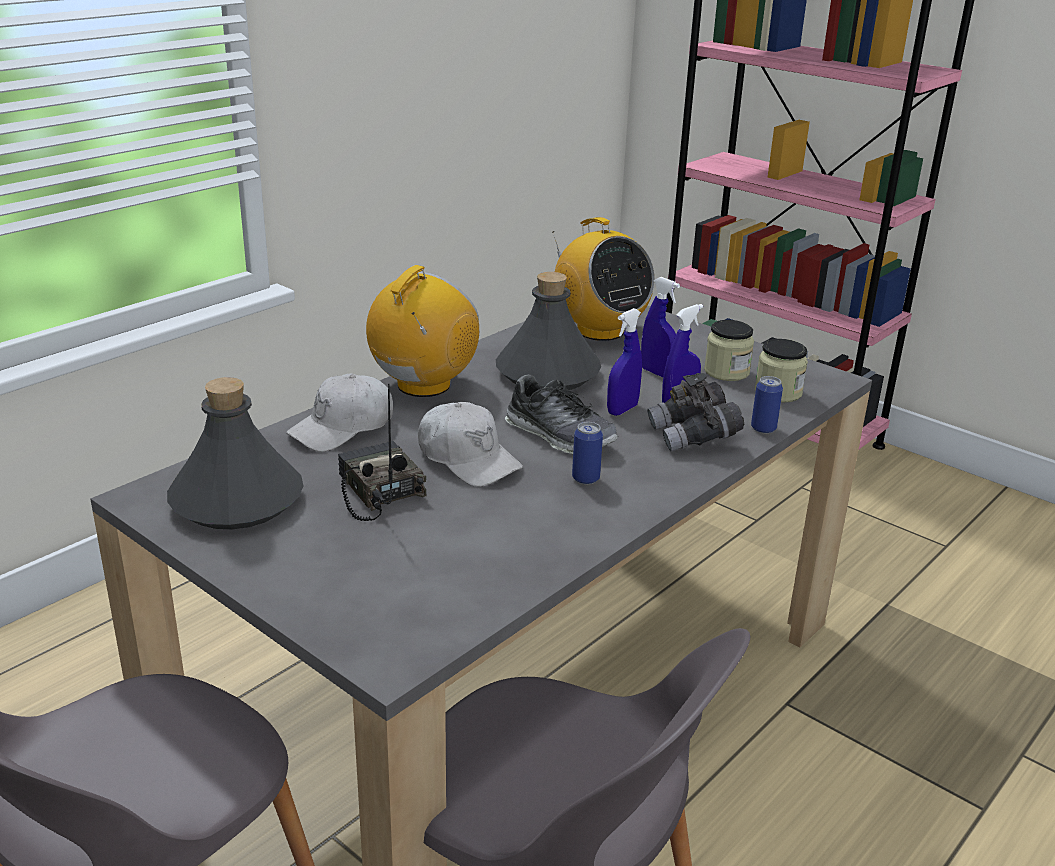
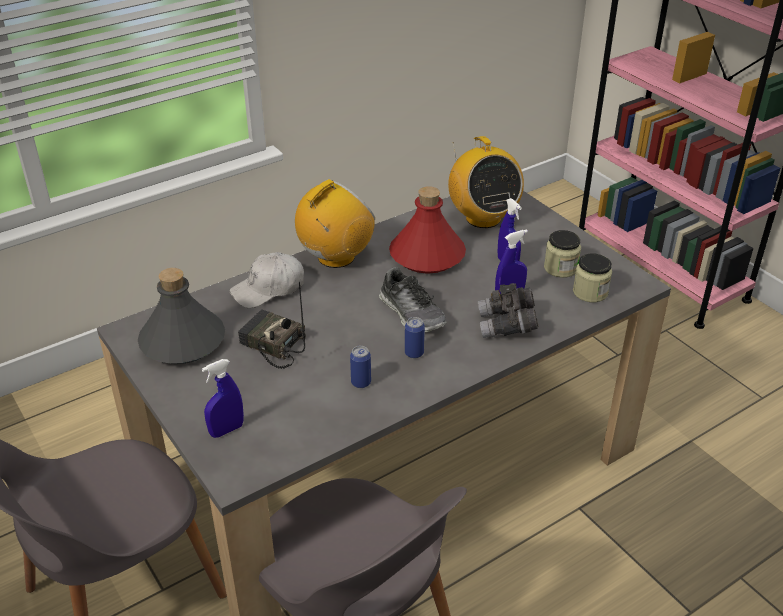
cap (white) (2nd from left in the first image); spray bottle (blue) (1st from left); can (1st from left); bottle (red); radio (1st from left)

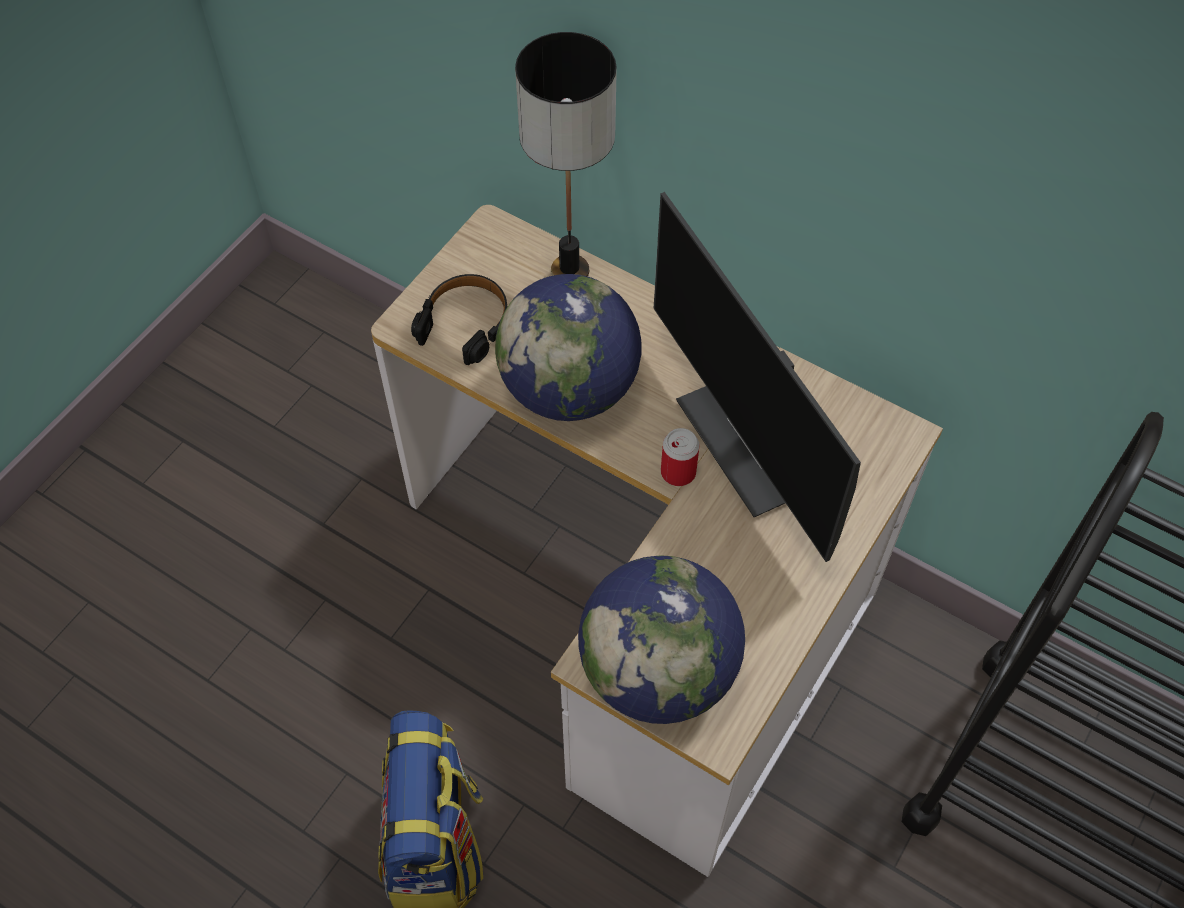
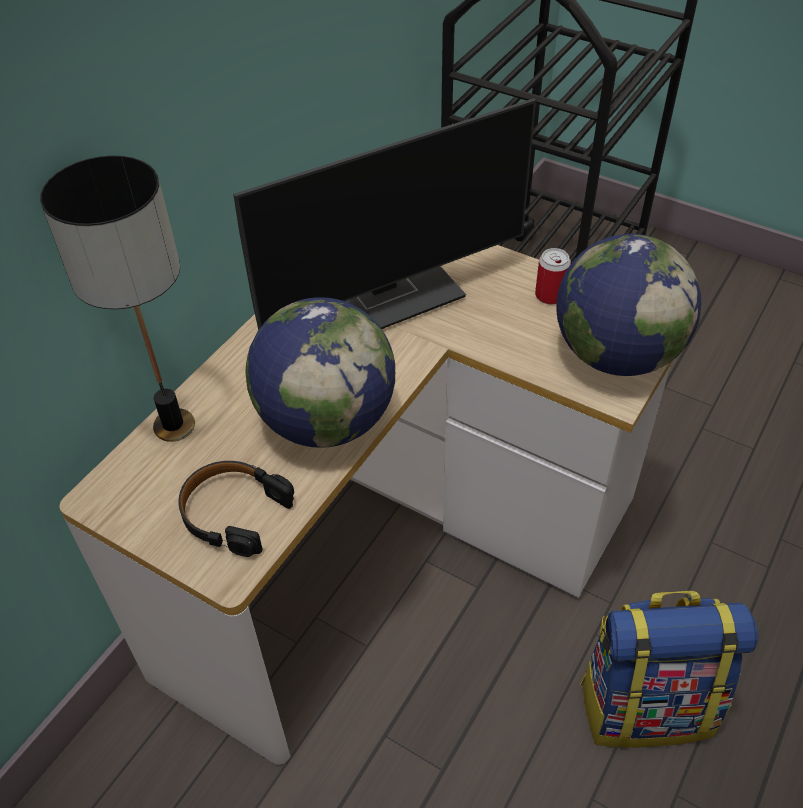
can

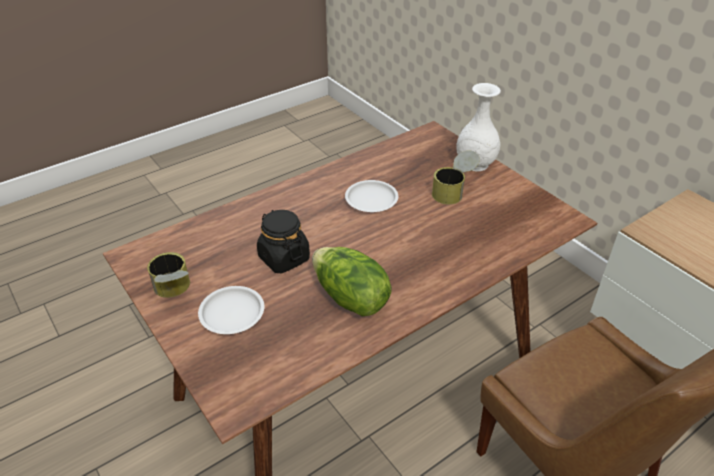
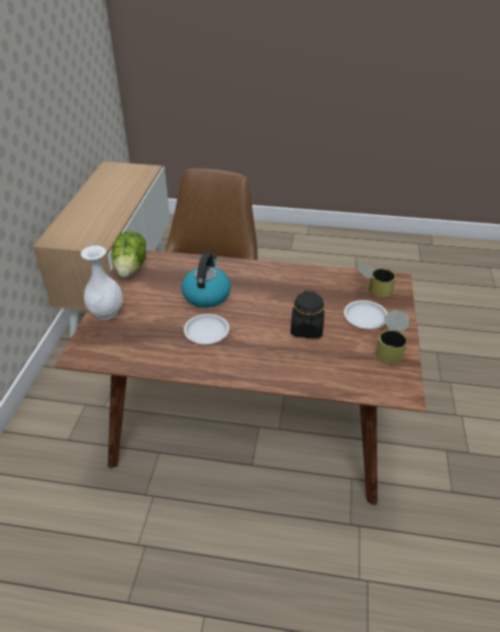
kettle; lettuce; can (1st from left)

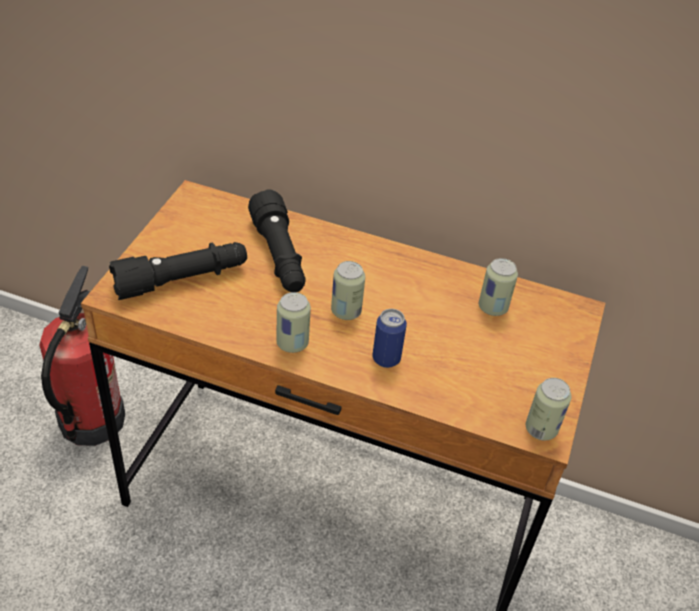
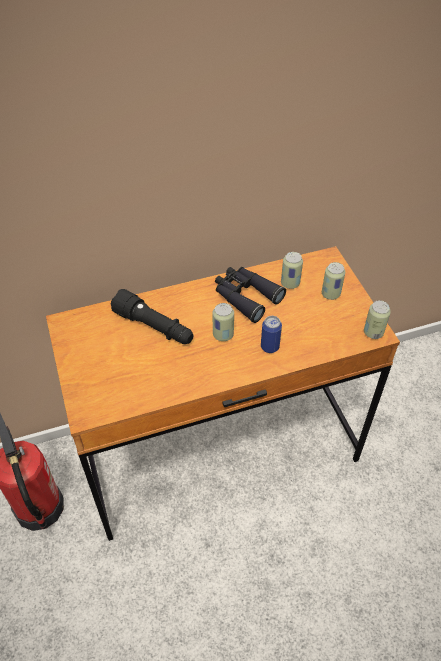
flashlight (black) (1st from left in the first image); binoculars (black); can (4th from left)

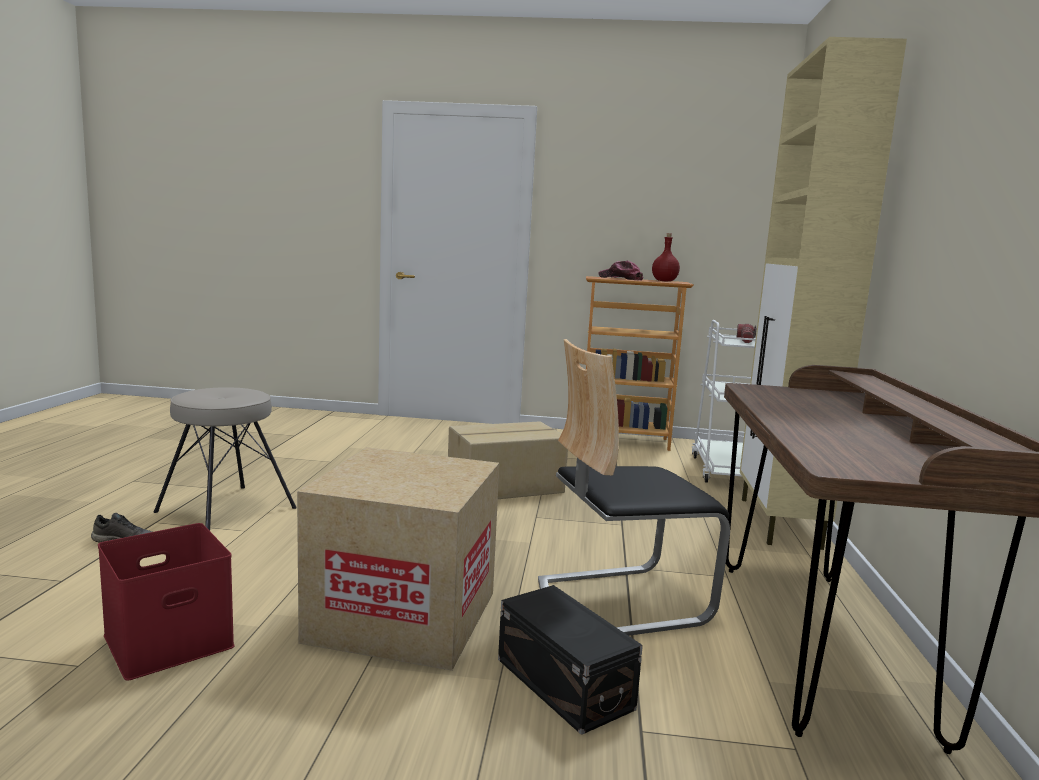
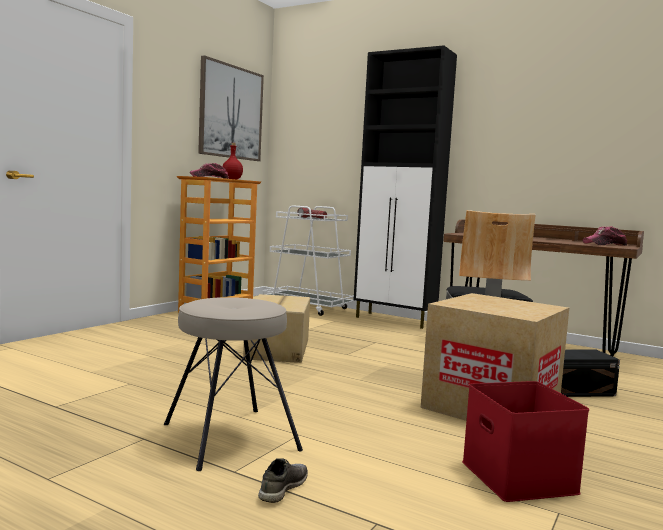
picture; cap (2nd from left); cabinet (black)

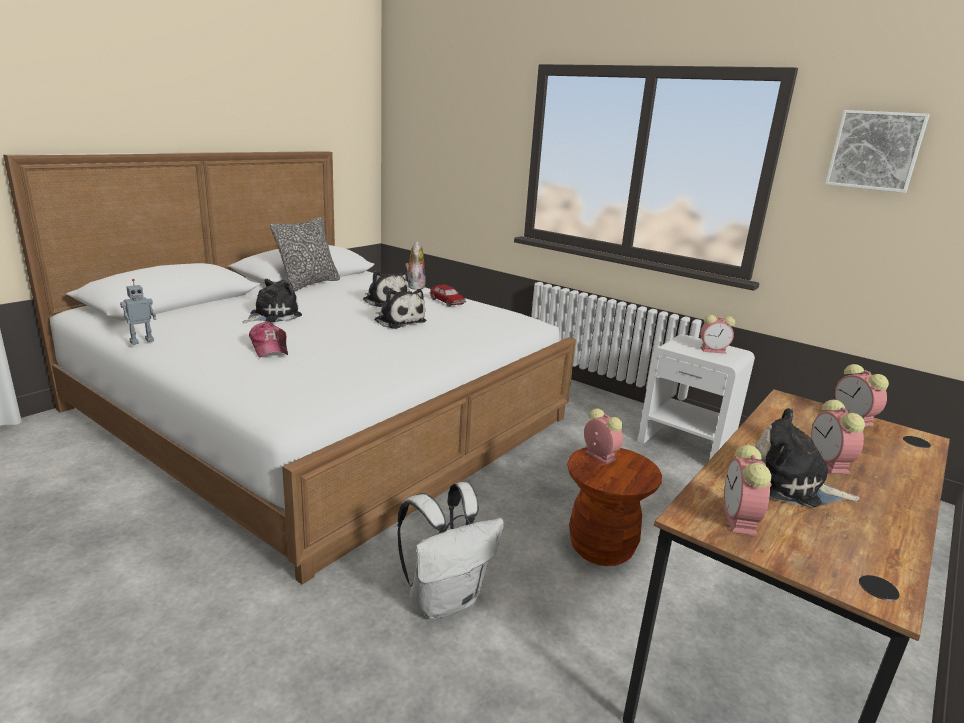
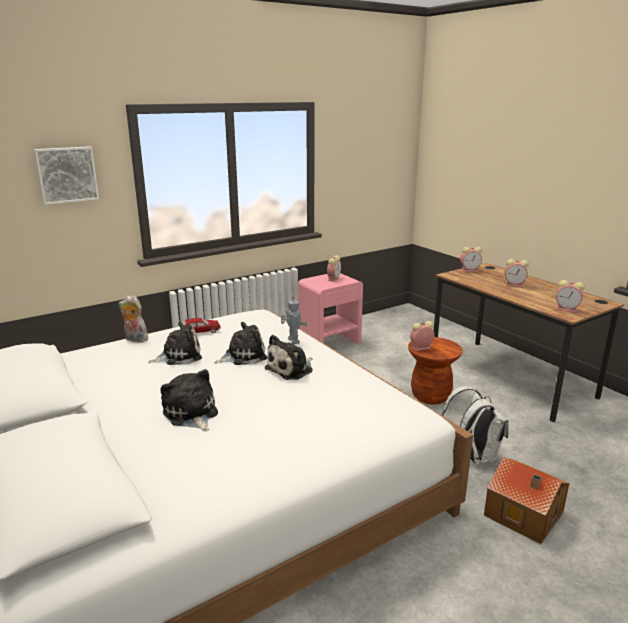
cap; pillow; toy house; toy robot; plush toy (5th from left); picture; nightstand (pink)

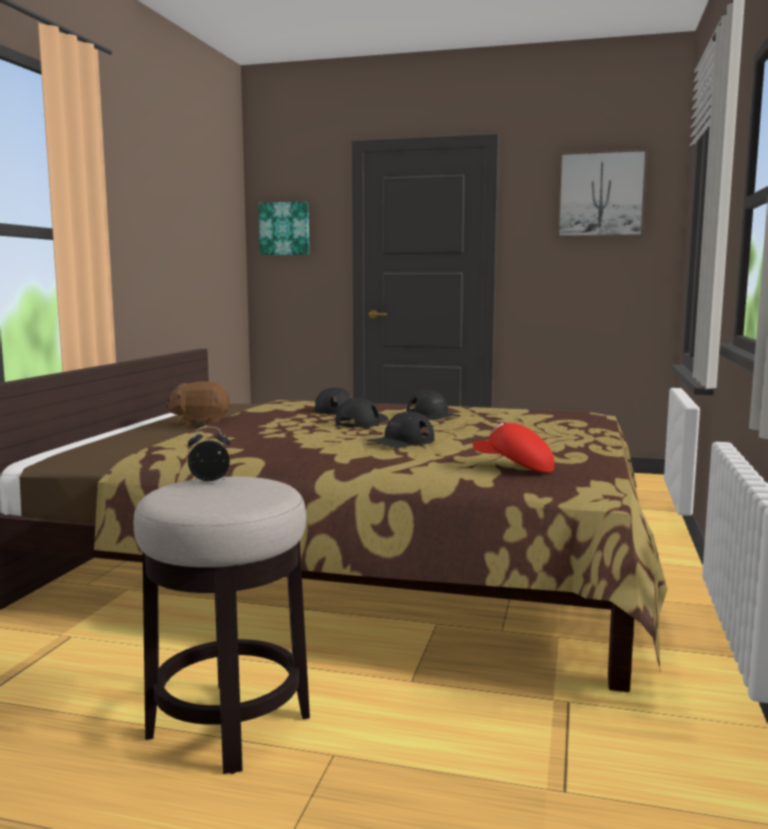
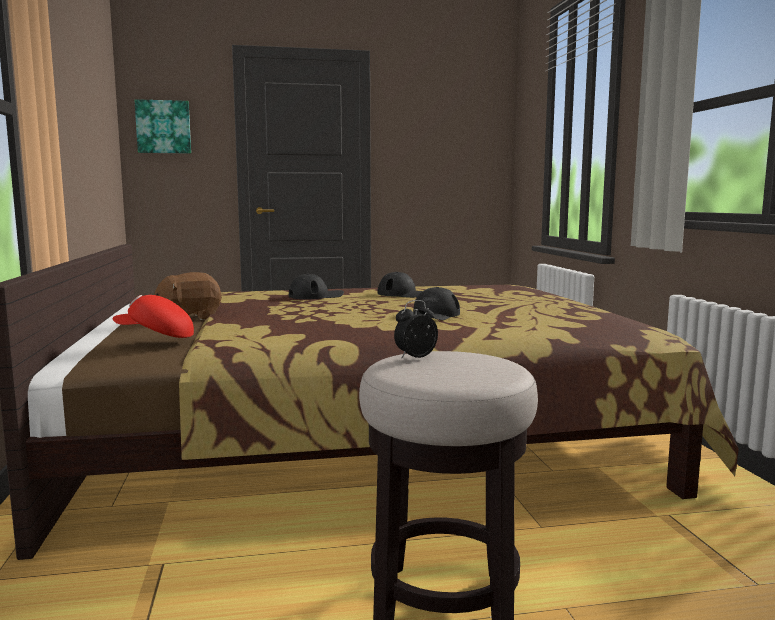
cap (black) (2nd from left in the first image); picture (2nd from left in the first image); cap (red)

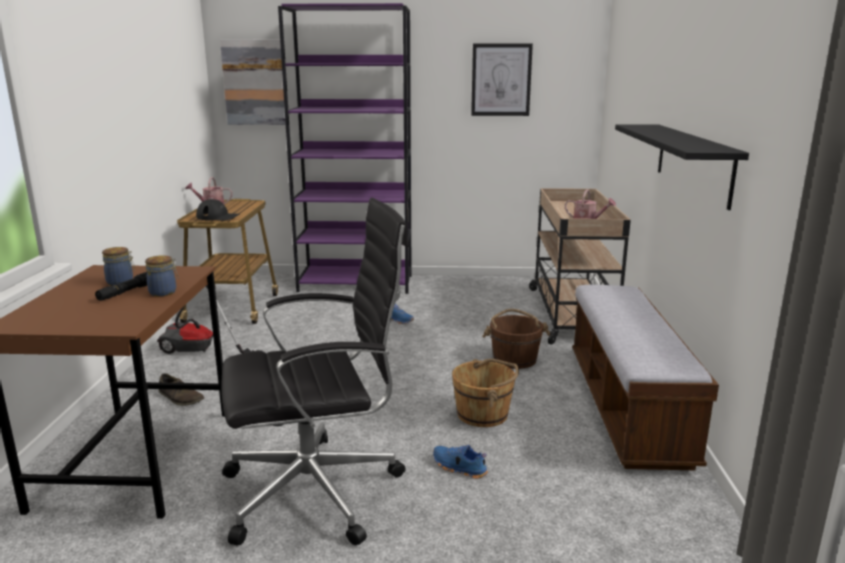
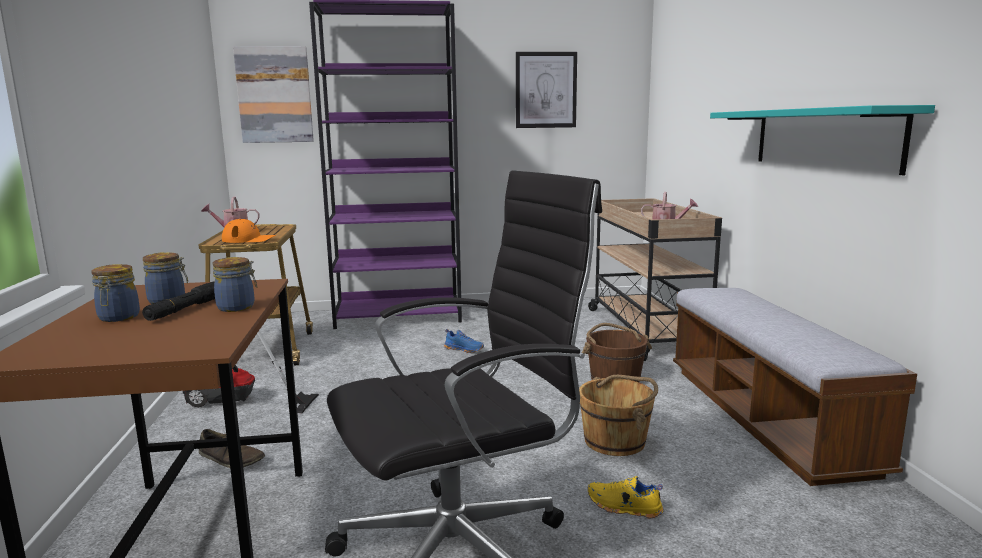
jar (1st from left); cap (orange); shoe (yellow); shelf (turquoise)

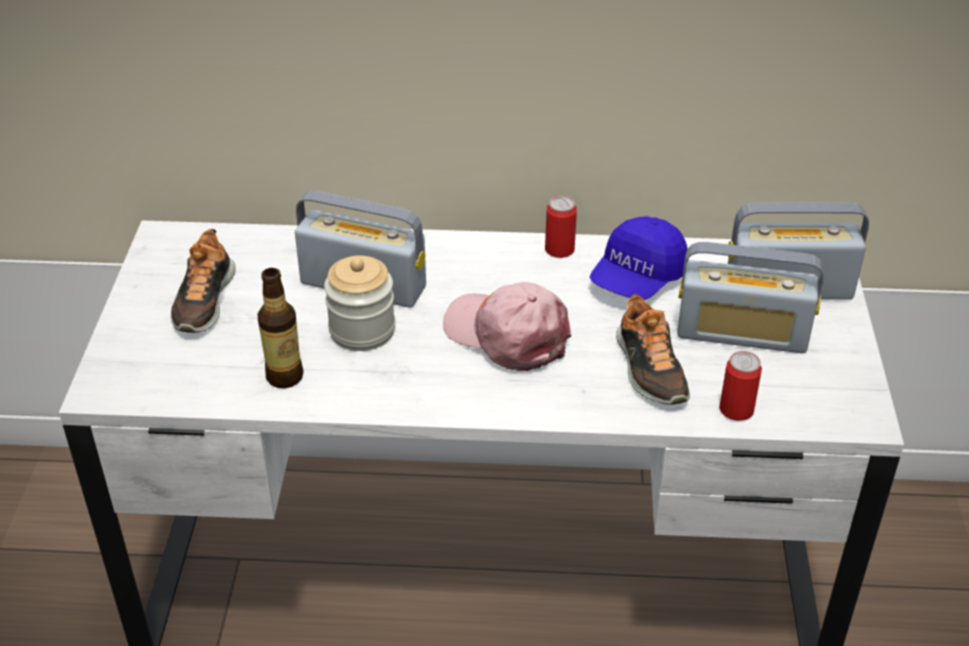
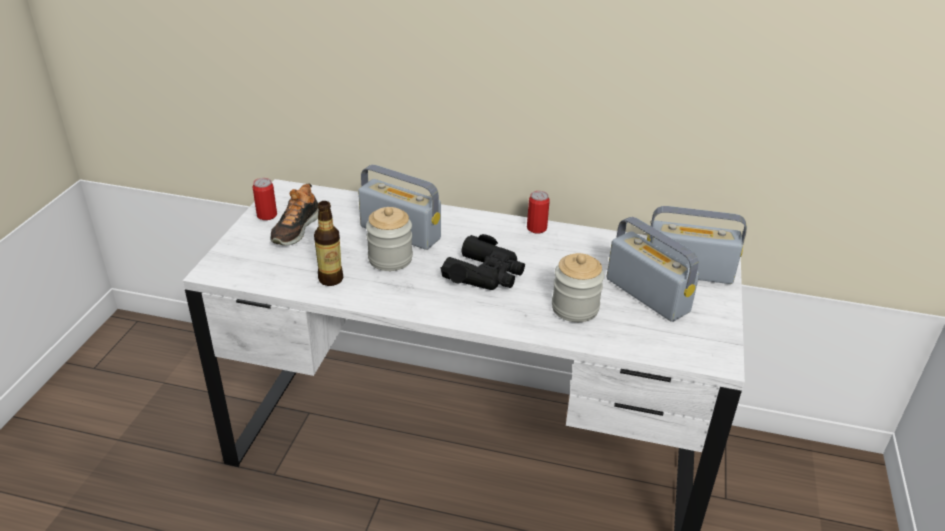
cap (blue); can (1st from left); binoculars (black); jar (2nd from left); radio (2nd from left)

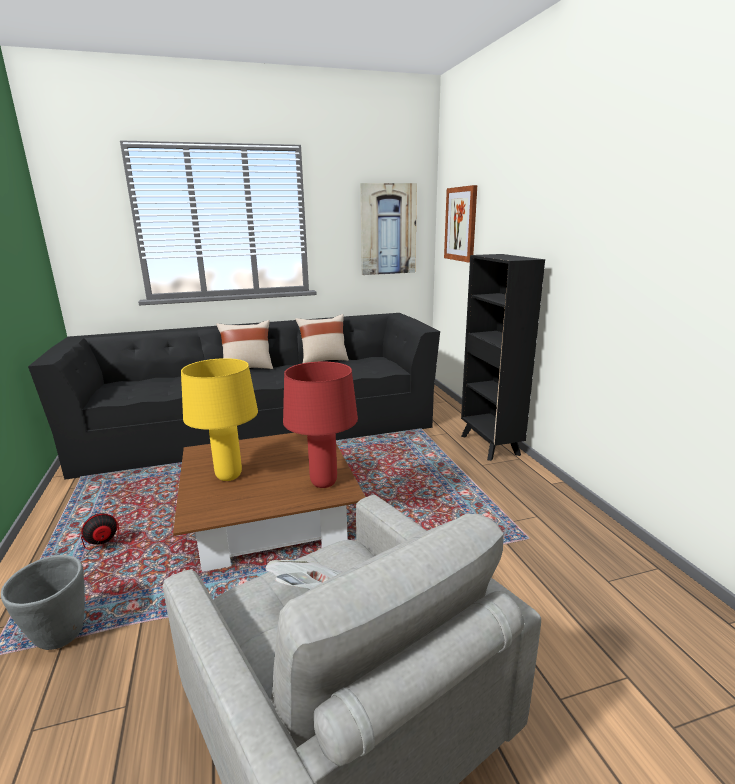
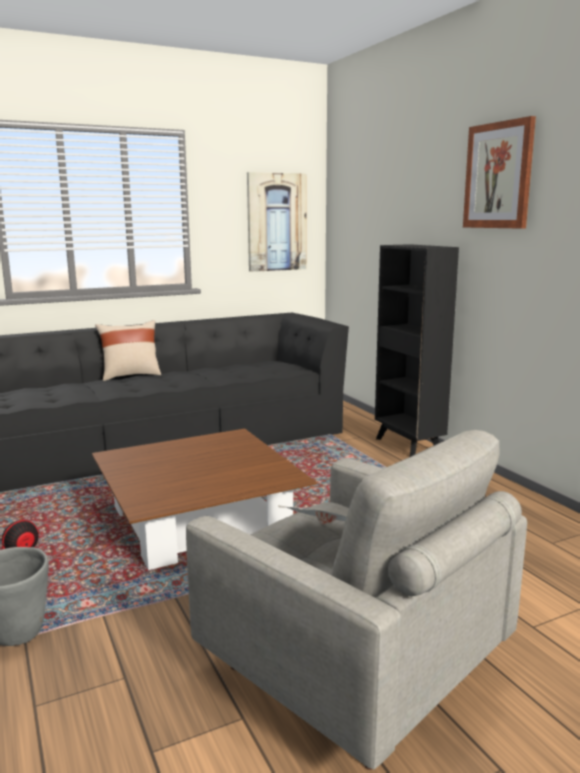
table lamp (yellow); table lamp (red); pillow (beige) (2nd from left in the first image); picture (2nd from left)

